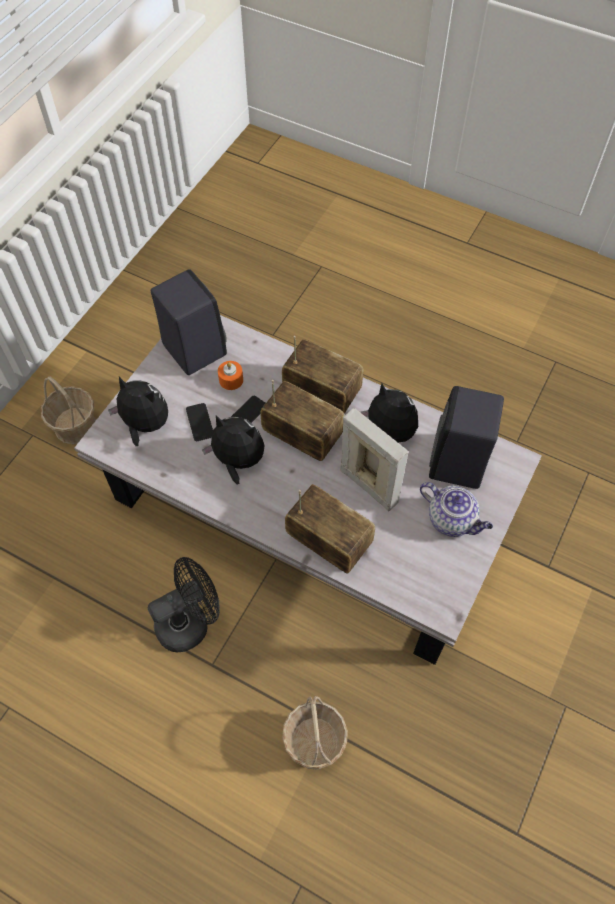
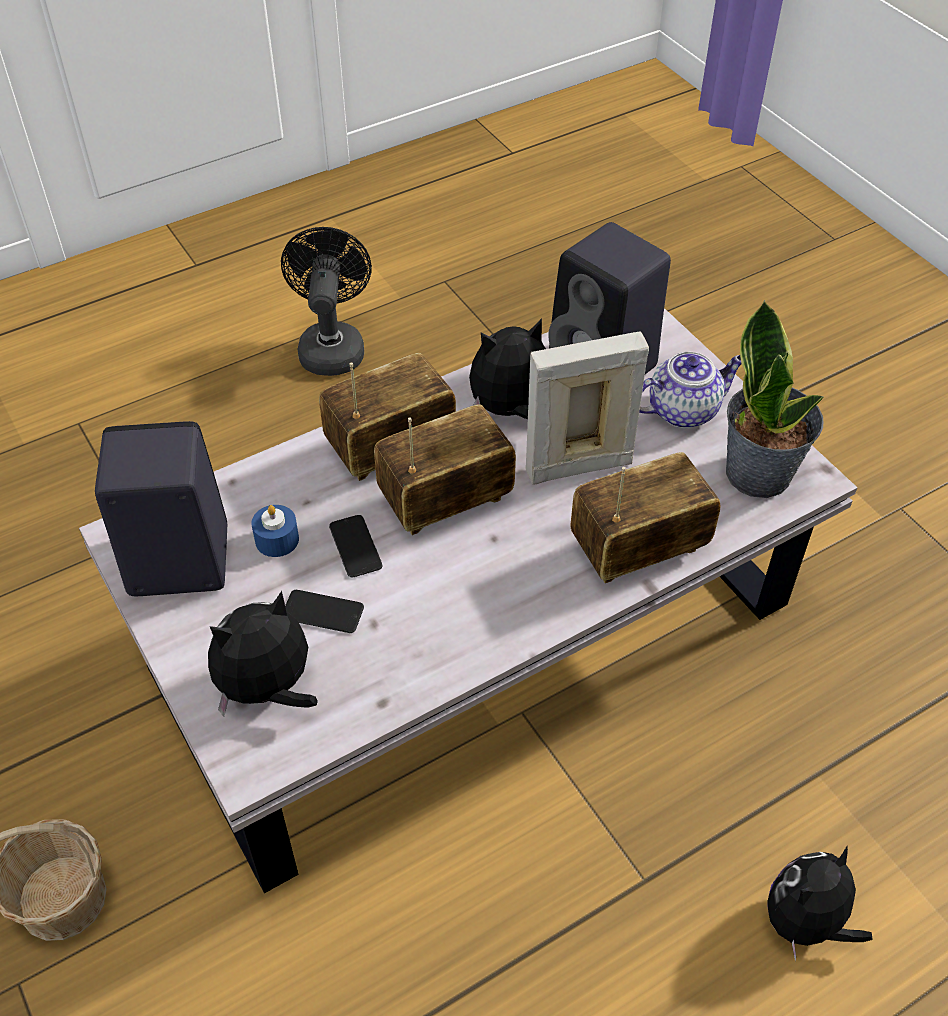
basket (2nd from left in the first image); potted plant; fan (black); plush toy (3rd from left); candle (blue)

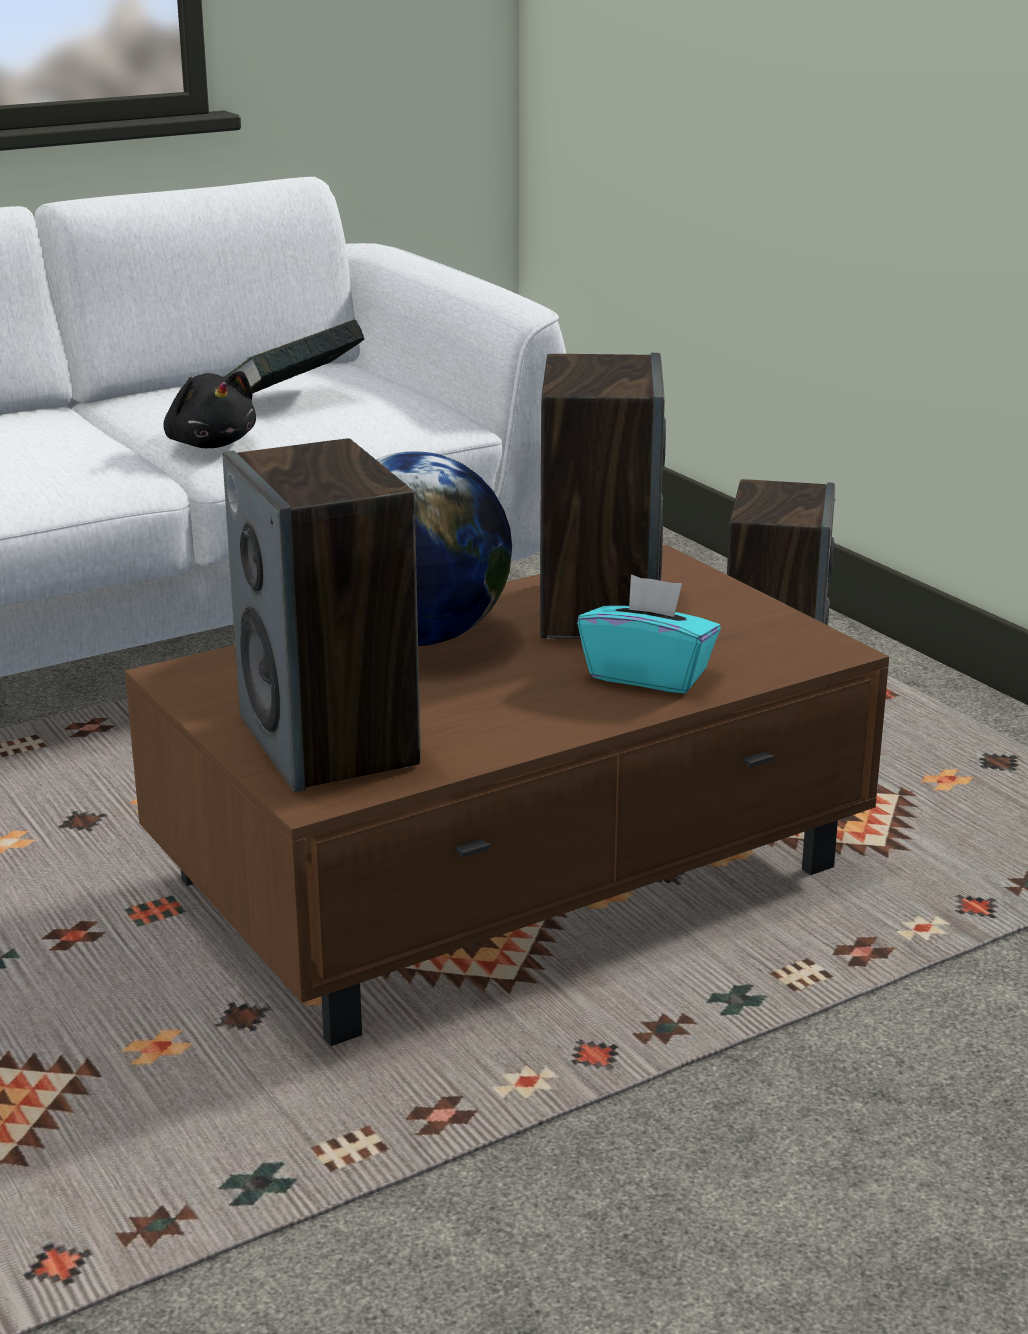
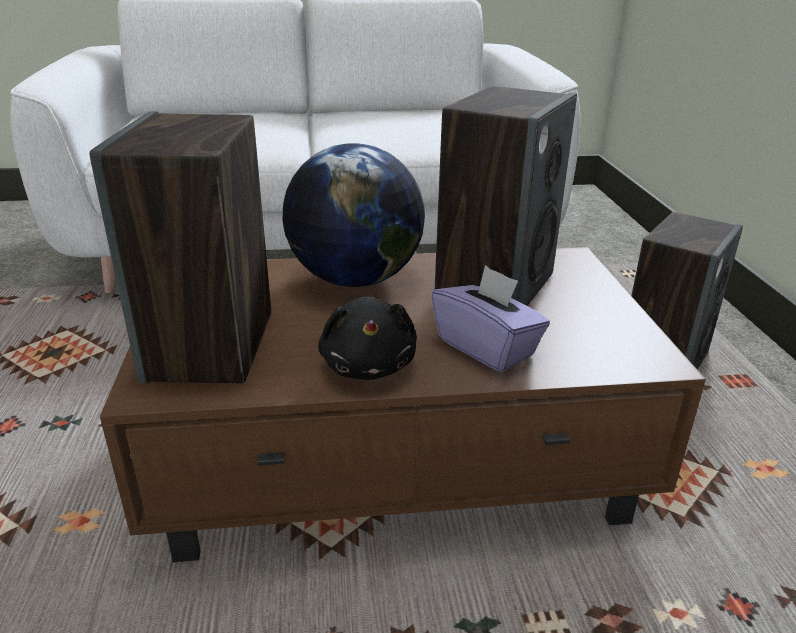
book; plush toy (black); tissue box (purple)

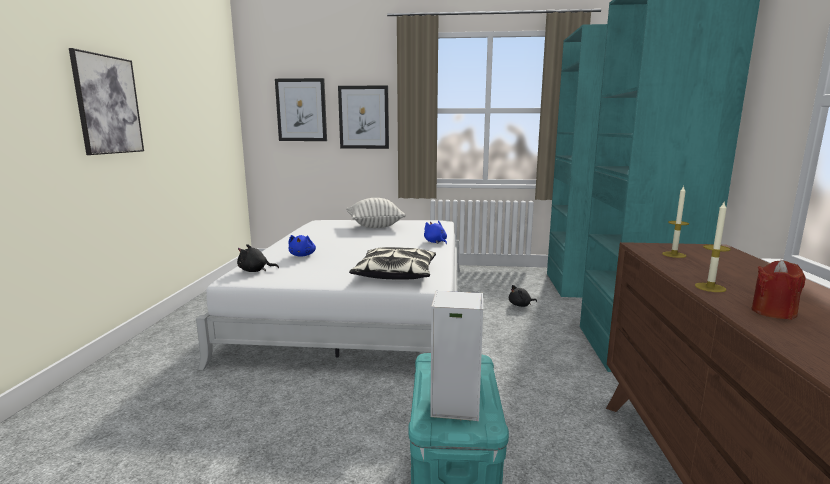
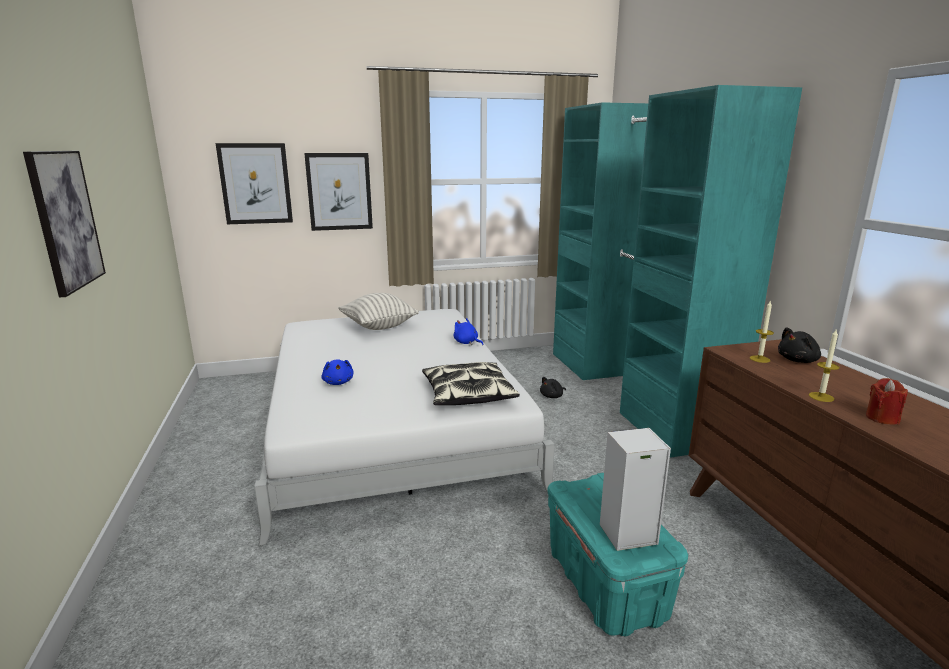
plush toy (black) (2nd from left)

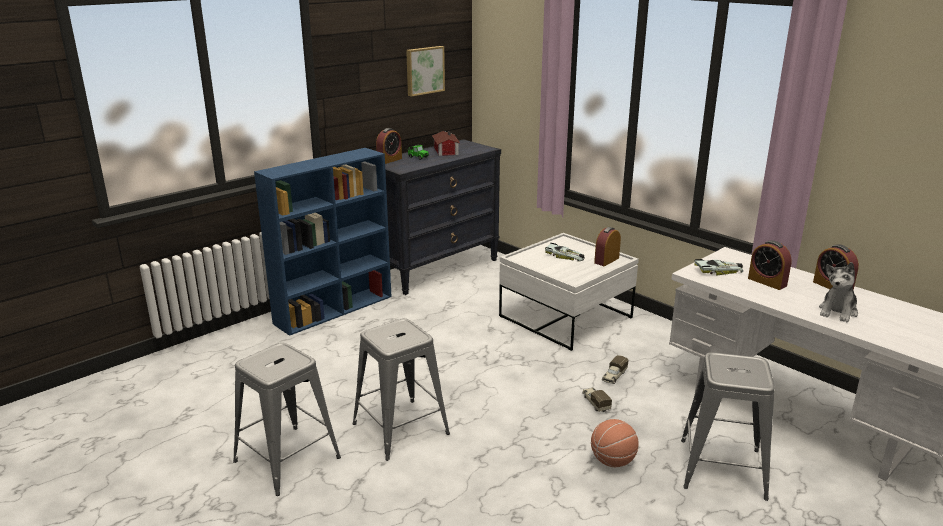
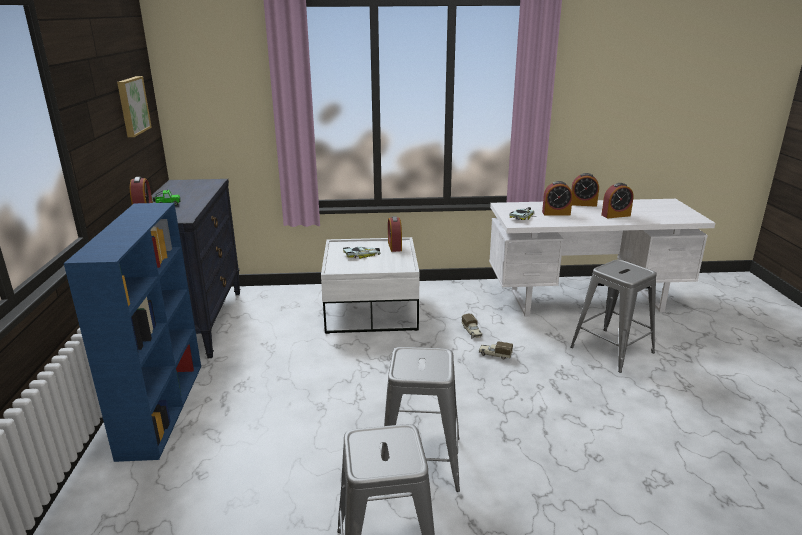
toy house; basketball; alarm clock (5th from left)

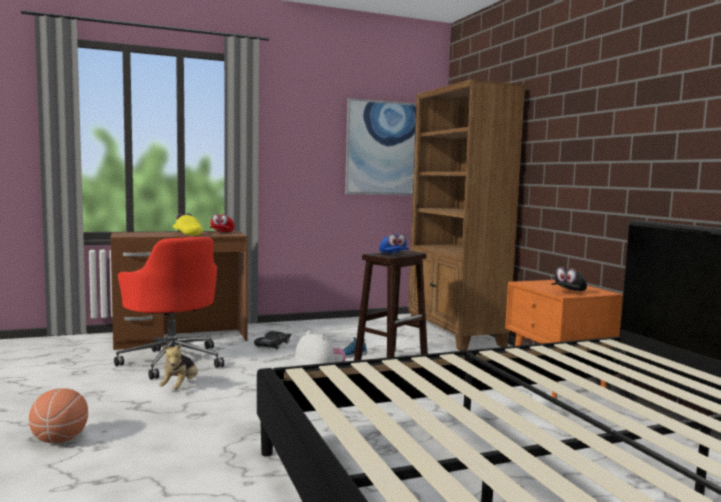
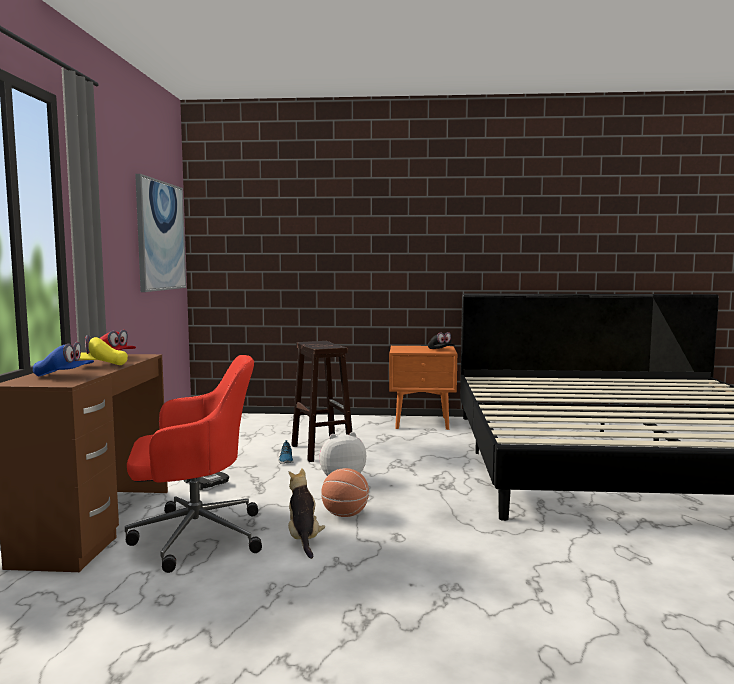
bookcase (brown); basketball; cap (blue); plush toy (1st from left)

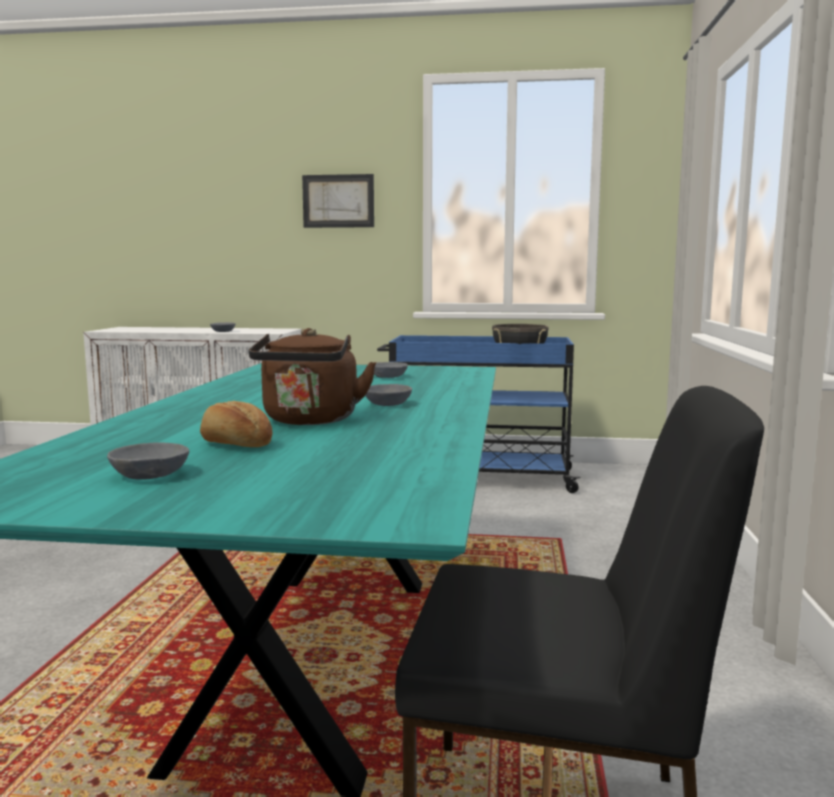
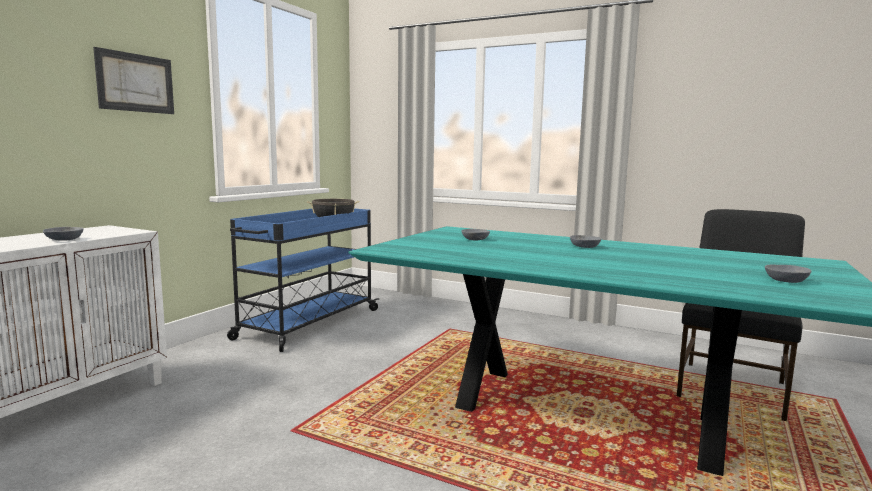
bread; kettle (brown)

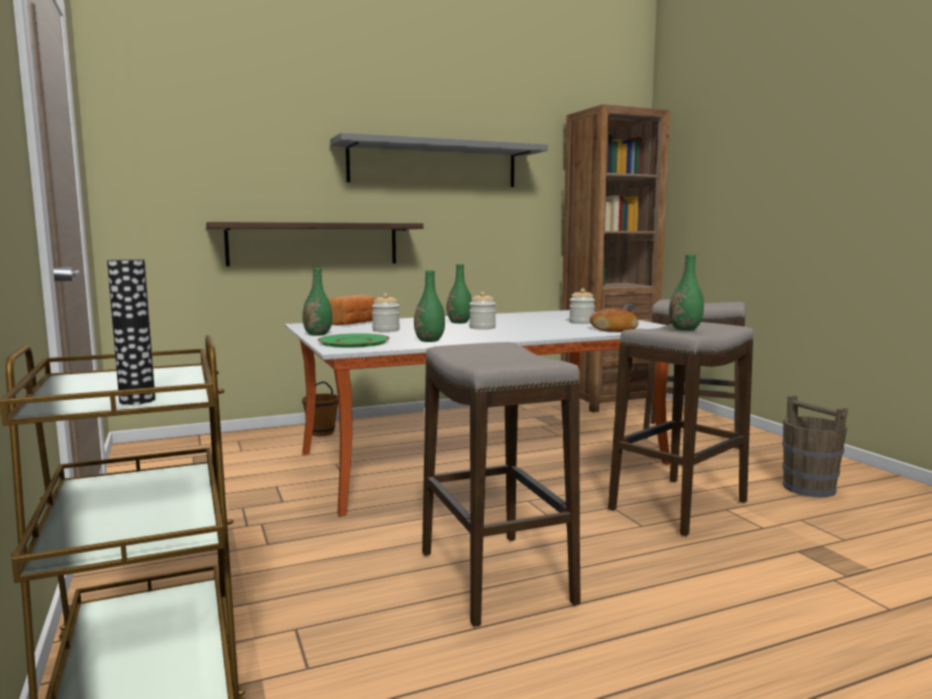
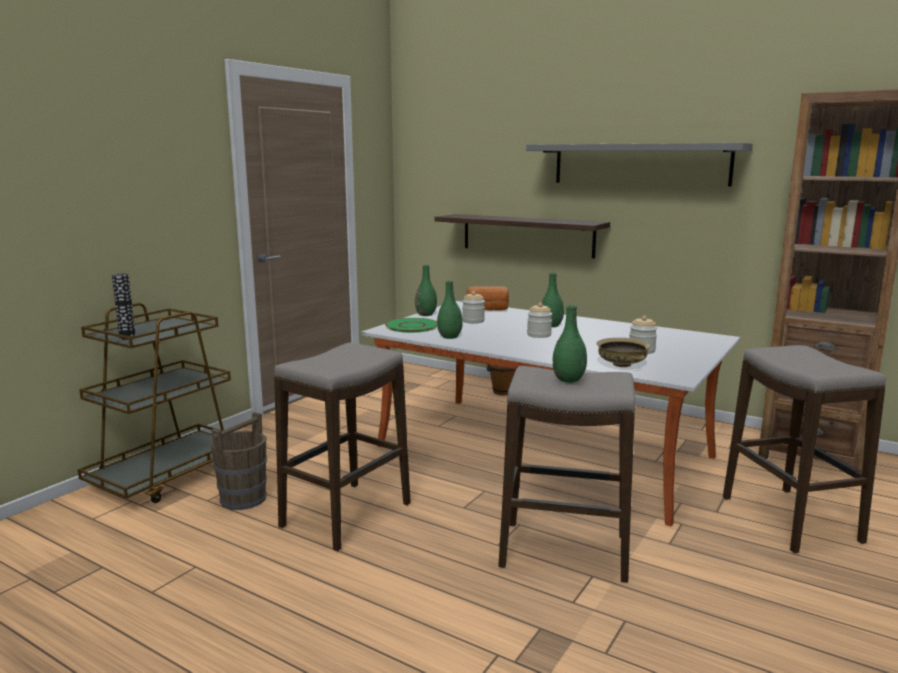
bucket (brown) (1st from left); bowl (beige)

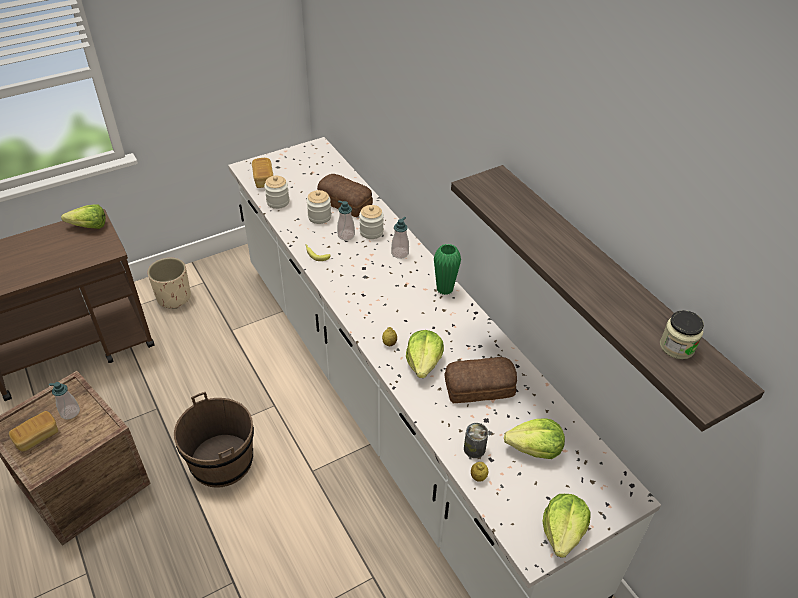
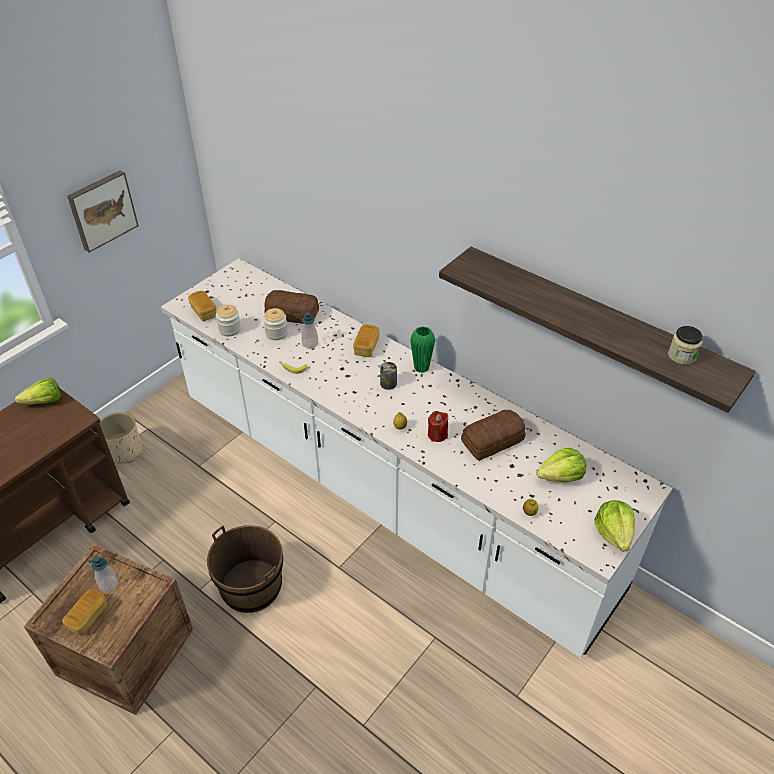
jar (3rd from left in the first image); picture; can; bread (4th from left); candle (red)

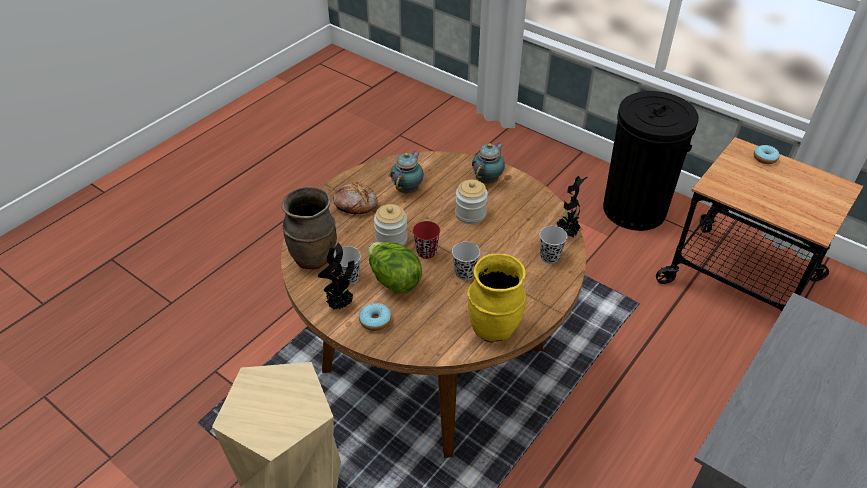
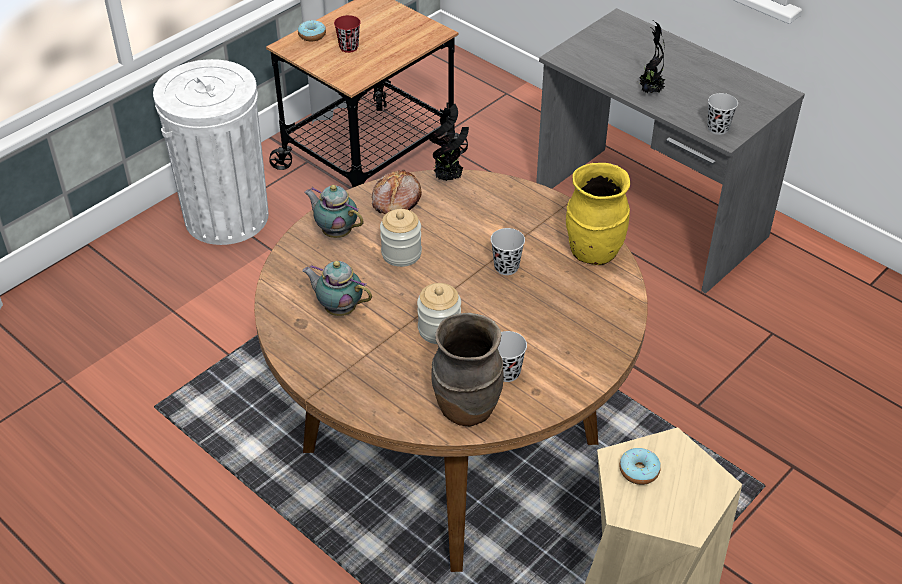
lettuce; potted plant (2nd from left); bread; donut (2nd from left); cup (red); cup (black) (3rd from left); trash can (white)

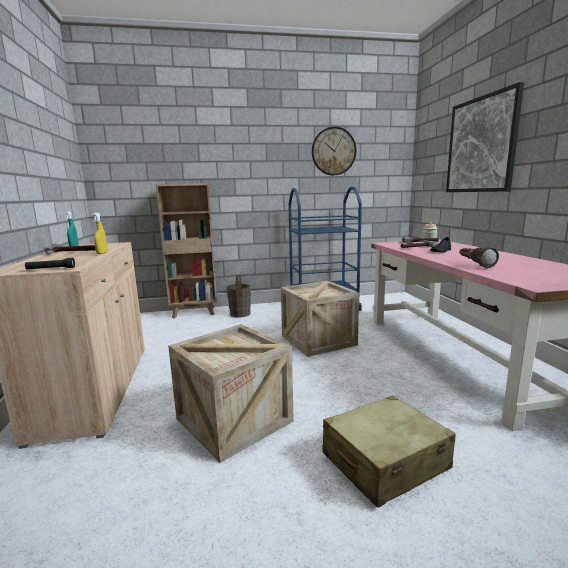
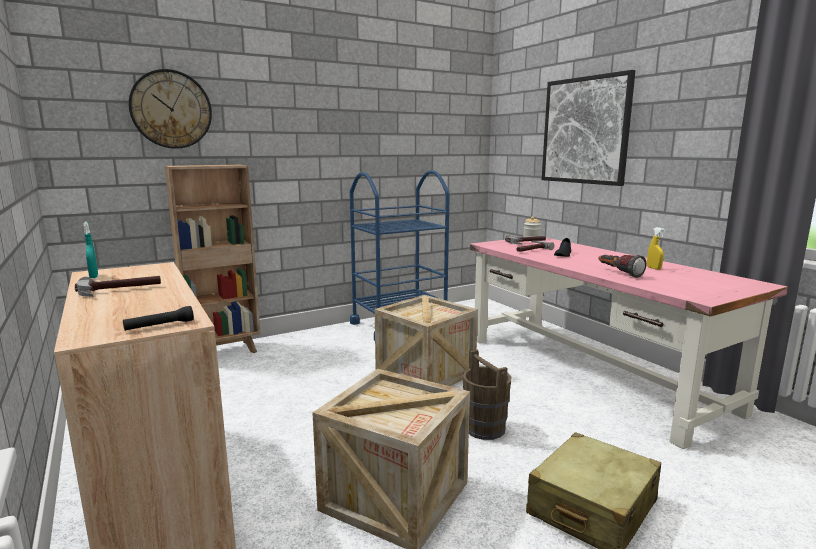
spray bottle (yellow); bucket (brown); wall clock

